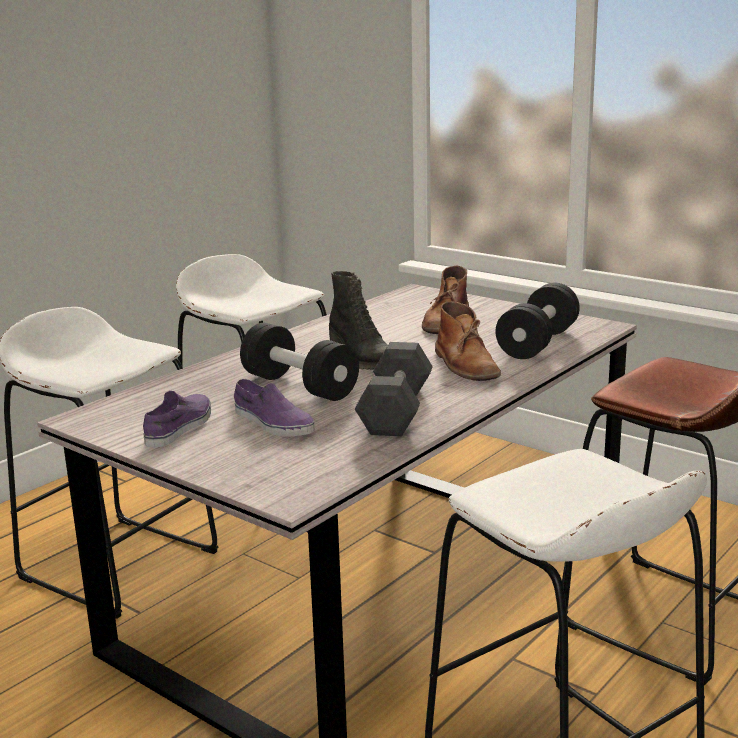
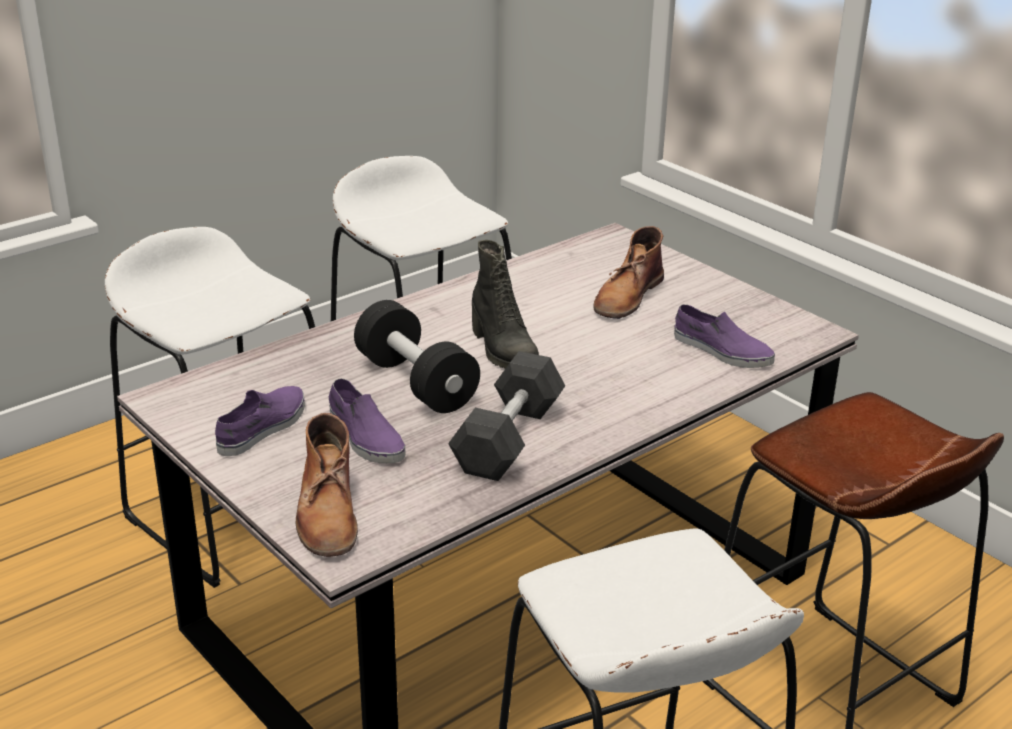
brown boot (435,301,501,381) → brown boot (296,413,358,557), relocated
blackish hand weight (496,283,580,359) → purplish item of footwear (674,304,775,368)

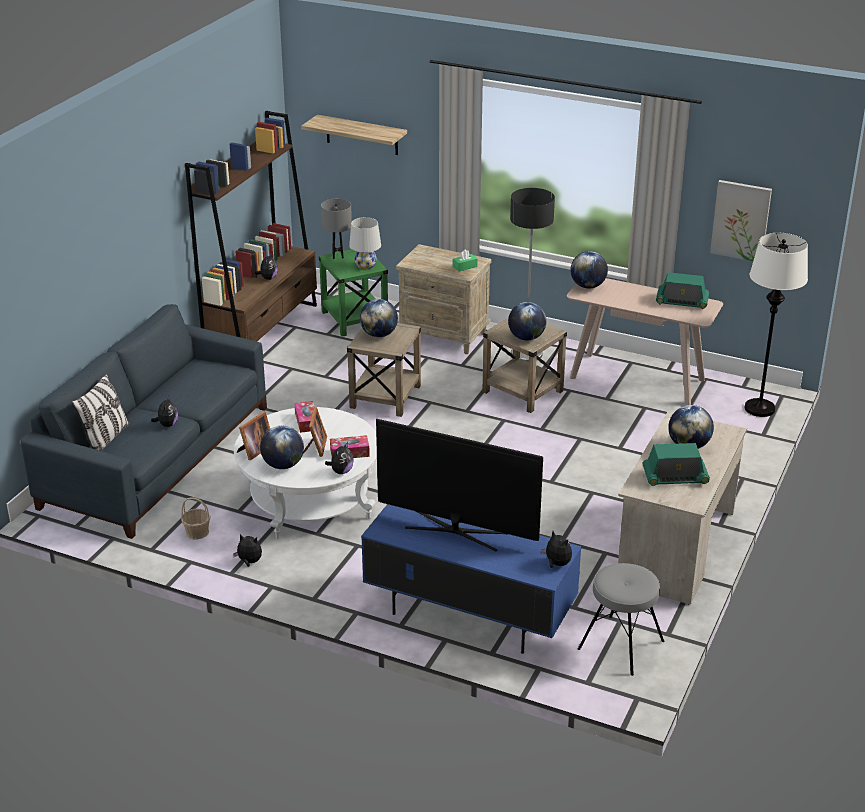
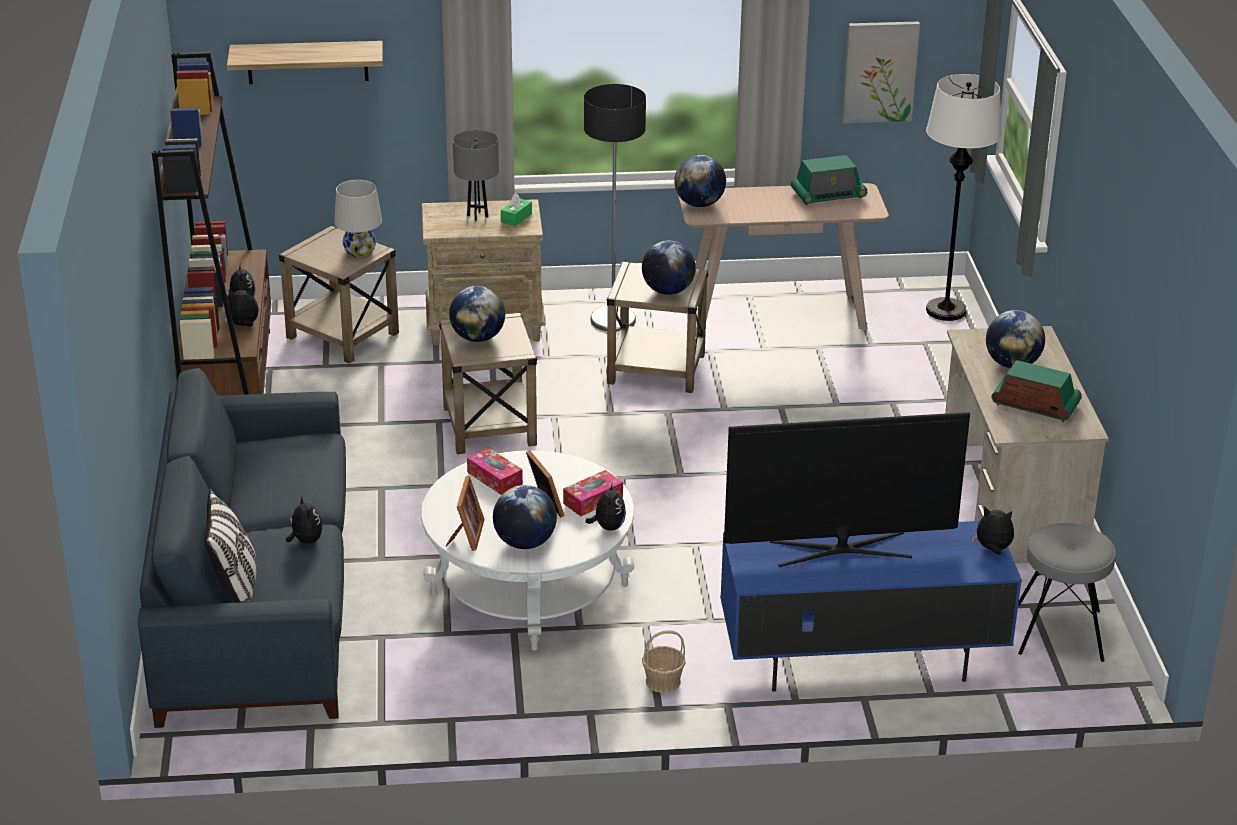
storage basket (181,497,211,540) → storage basket (642,630,686,693), relocated
cuddly toy (233,534,262,567) → cuddly toy (225,288,259,327), relocated
grey tabletop lamp (321,199,352,259) → grey tabletop lamp (453,130,499,221), relocated
green-coloured accent table (319,249,388,337) → beige accent table (279,226,399,363)
radio set (642,443,710,486) → radio set (992,360,1082,422), 120 degrees counterclockwise

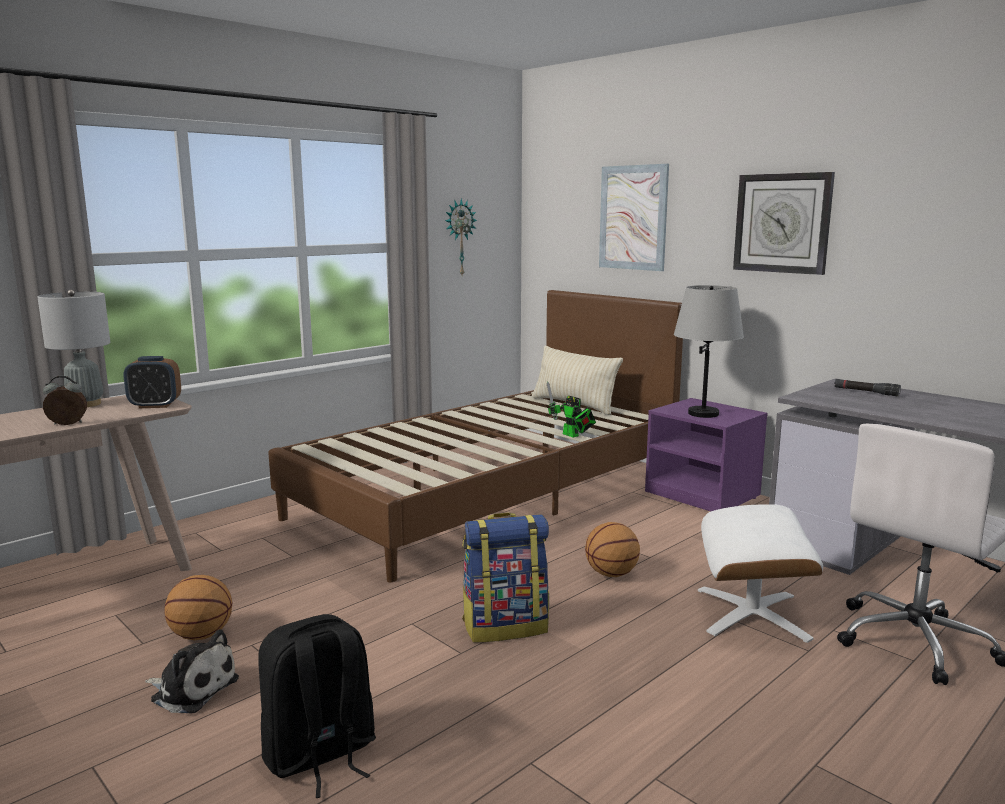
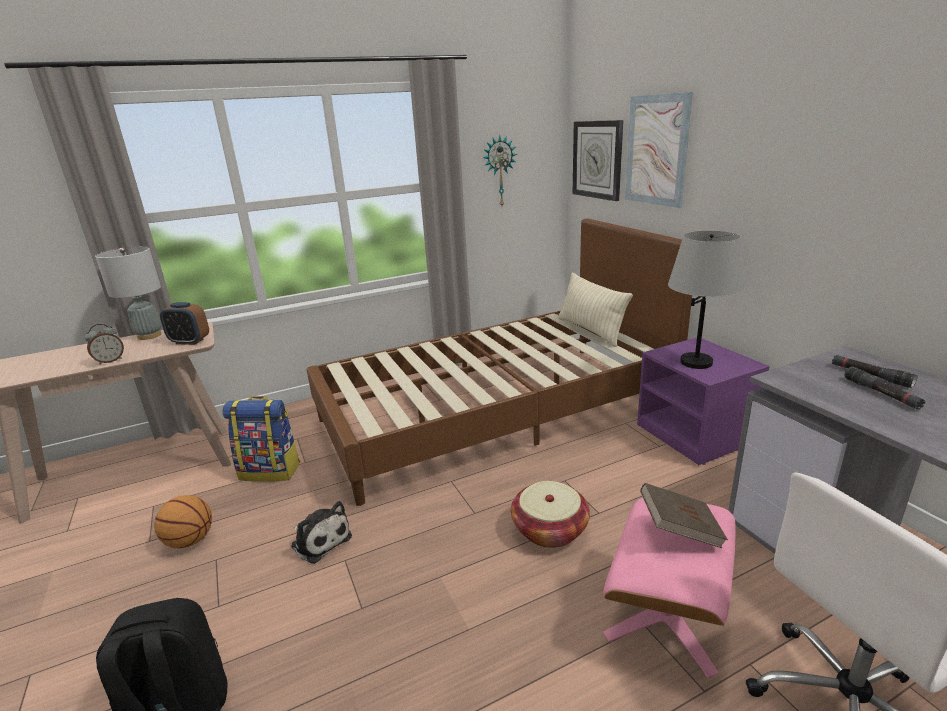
robot figure (547,381,596,438) → -
- → brown volume (640,483,728,548)
- → blackish flashlight (845,367,925,410)
cuddly toy (145,629,239,713) → cuddly toy (291,501,352,564), relocated
backpack (462,512,549,643) → backpack (222,396,300,482), relocated
clock on the wall (733,172,835,275) → clock on the wall (573,120,623,201), relocated
ball for basketball (585,522,640,577) → storage basket (511,481,590,548)
white footrest (698,504,823,643) → pinkish footrest (603,498,736,678)
alarm clock (43,376,87,425) → alarm clock (85,324,124,365), 135 degrees clockwise

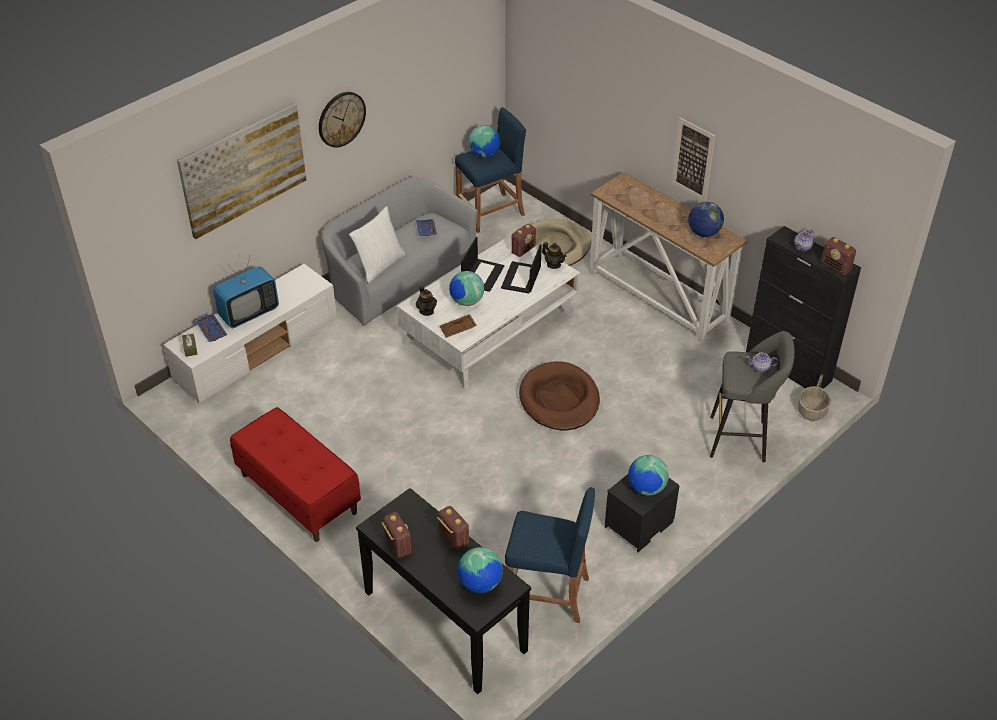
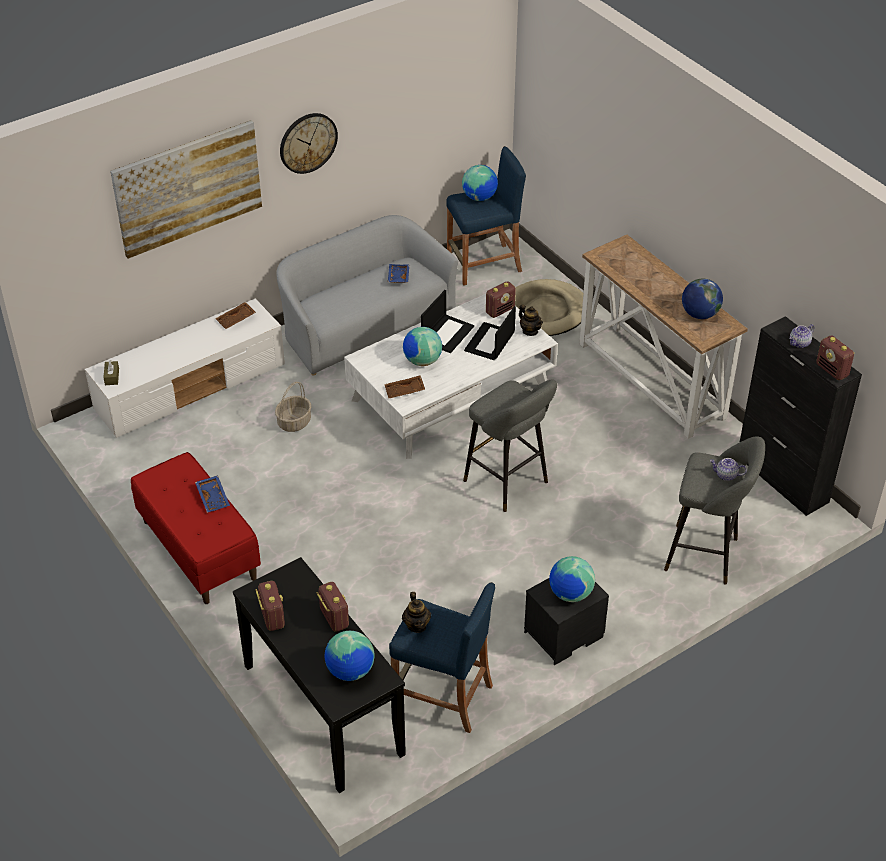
TV (213,256,279,328) → -
white cushion (349,206,405,283) → -
wall art (671,118,715,202) → -
- → brown tray (215,302,256,329)
bluish tray (195,313,227,342) → bluish tray (195,475,230,513), relocated
teapot (416,286,437,316) → teapot (402,592,431,633), relocated
storage basket (798,374,831,421) → storage basket (275,382,311,432), relocated
brown dog cushion (519,361,600,430) → grey stool (463,379,557,512)

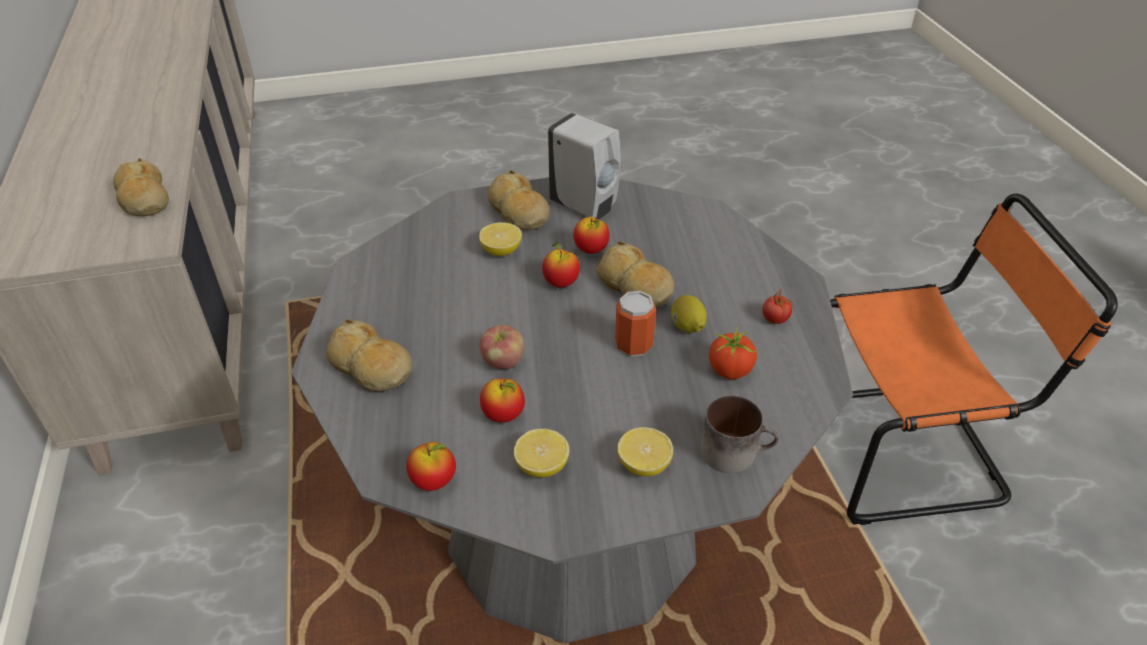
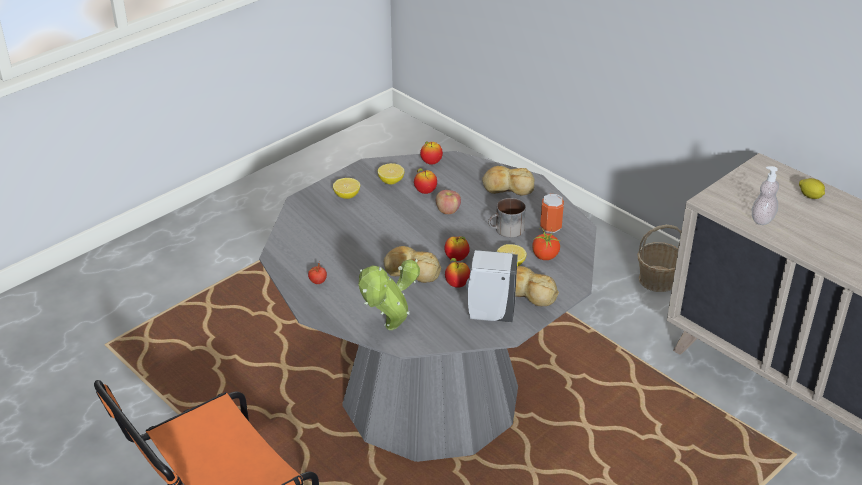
- → plant in a pot (359,258,420,330)
- → storage basket (637,225,681,292)
metal can (615,291,656,356) → metal can (540,194,564,233), relocated
lemon (671,295,707,333) → lemon (799,178,825,199), relocated
mug (701,395,779,473) → mug (488,198,526,238), relocated
tomato (709,327,759,379) → tomato (532,228,560,260), relocated
bakery bread (113,158,169,217) → soap bottle (752,166,779,225)

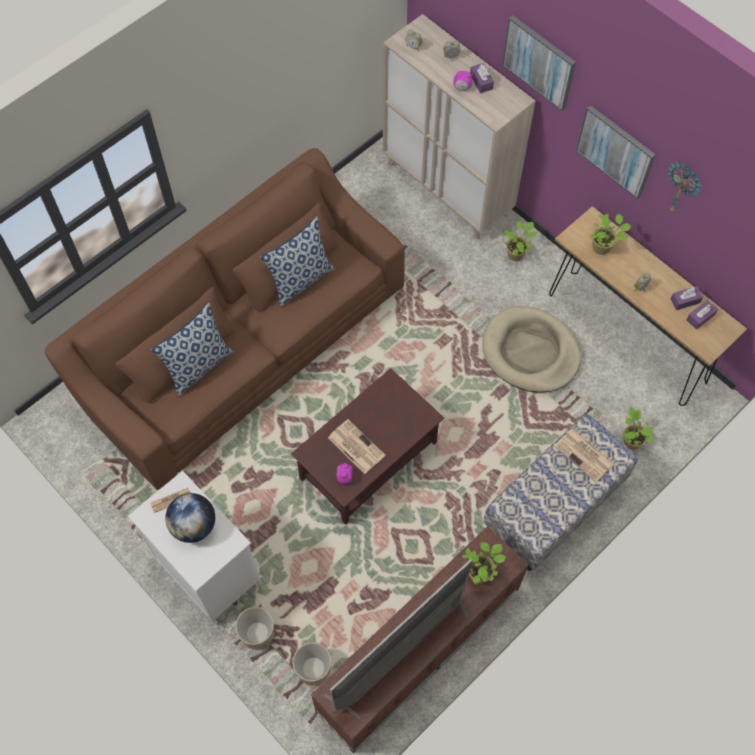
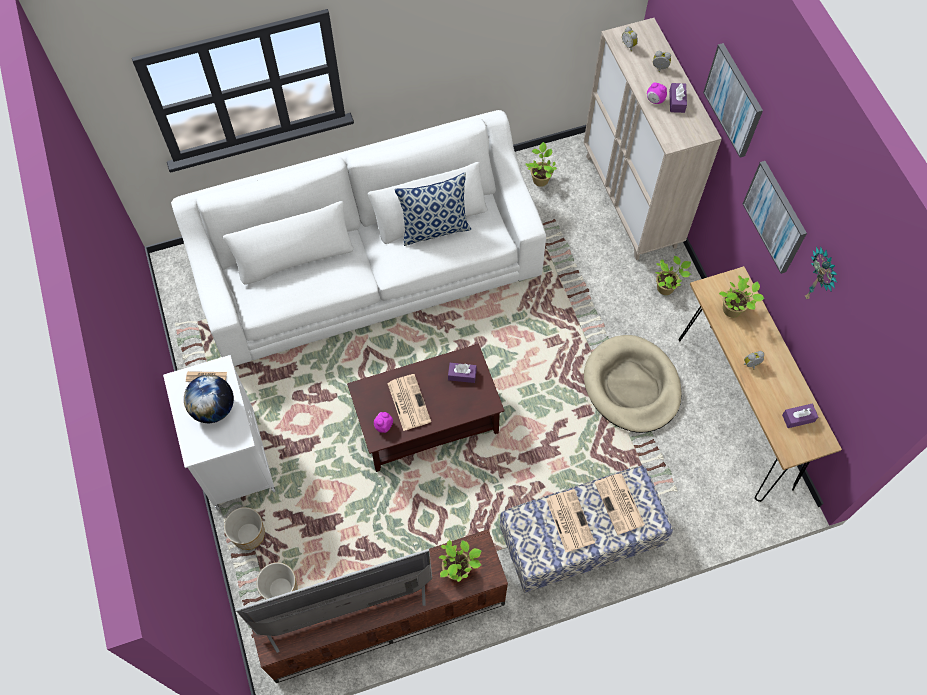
cushion (151,302,233,396) → -
- → daily paper (546,489,595,552)
plant in a pot (622,407,654,450) → plant in a pot (526,142,557,187), relocated
purplish tissue holder (671,286,703,310) → purplish tissue holder (448,363,477,383), relocated
brown couch (45,148,405,490) → white couch (171,110,546,366)

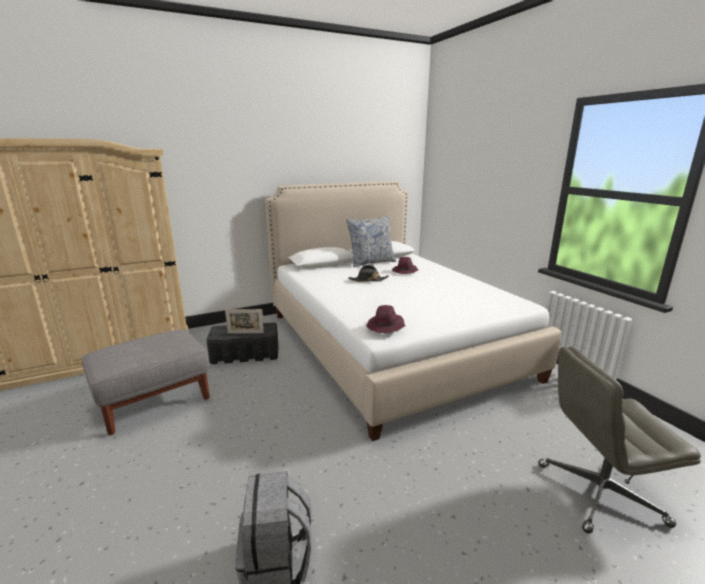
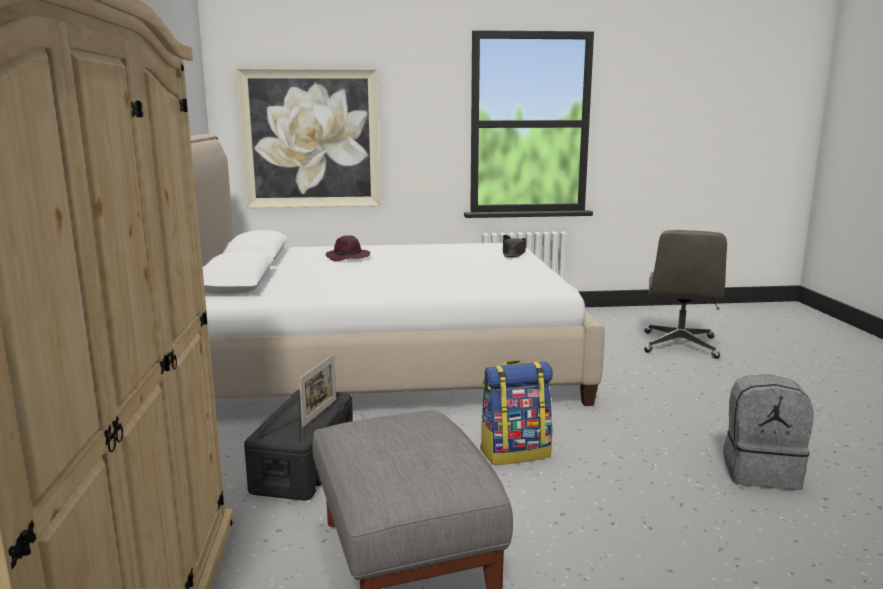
cushion (346,215,396,267) → -
purplish wearable hat (366,305,405,333) → -
- → wall art (236,68,381,208)
- → backpack (480,360,553,465)
blackish wearable hat (348,265,389,282) → blackish wearable hat (503,235,526,258), relocated

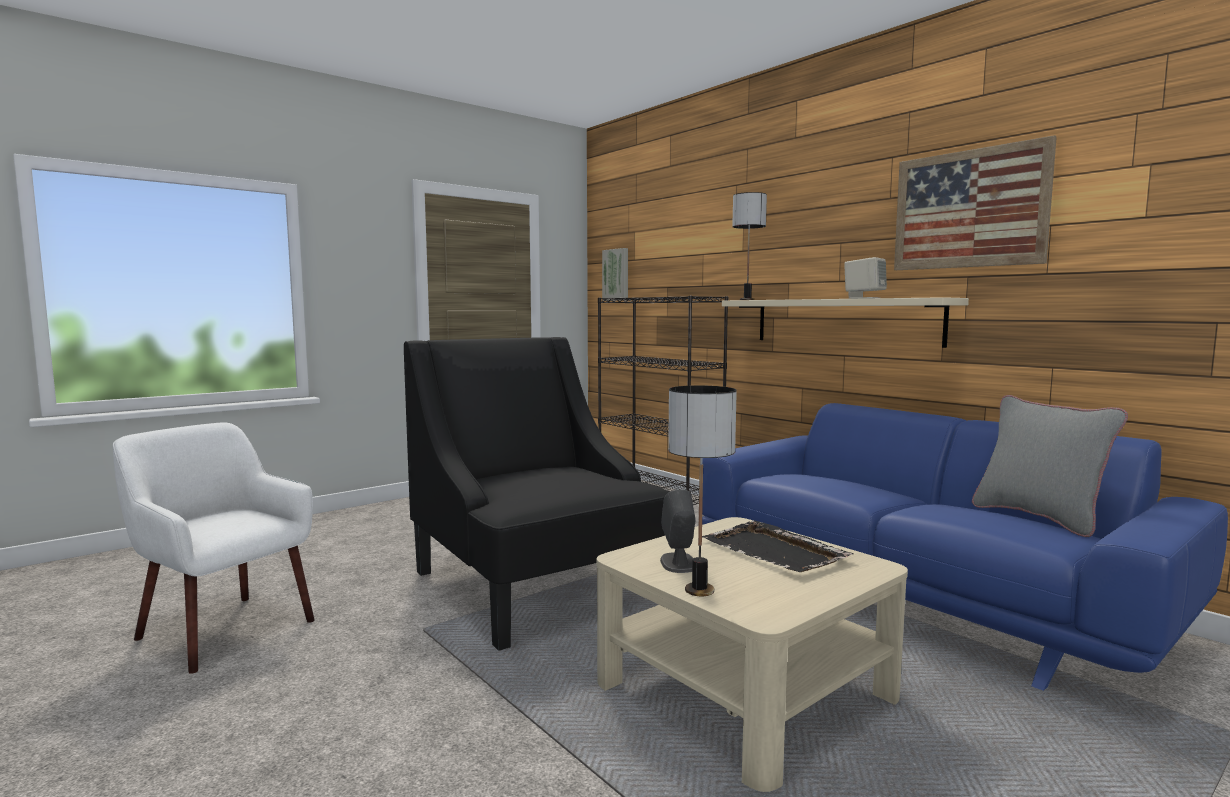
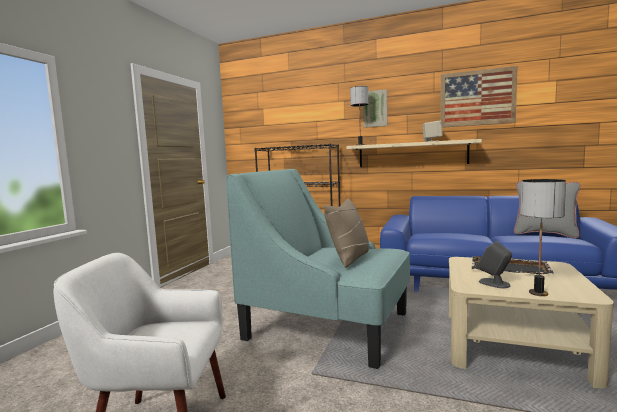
- → beige cushion (324,198,370,268)
wall art (602,248,628,301) → wall art (363,89,388,128), relocated
blackish lounge chair (404,337,669,651) → turquoise-coloured lounge chair (226,169,410,369)

